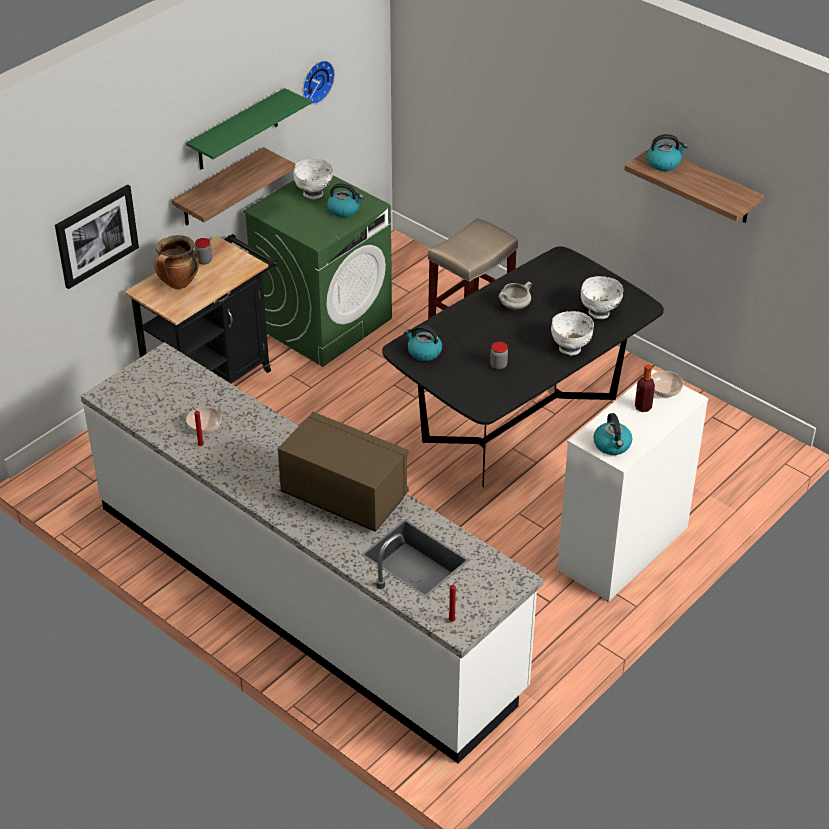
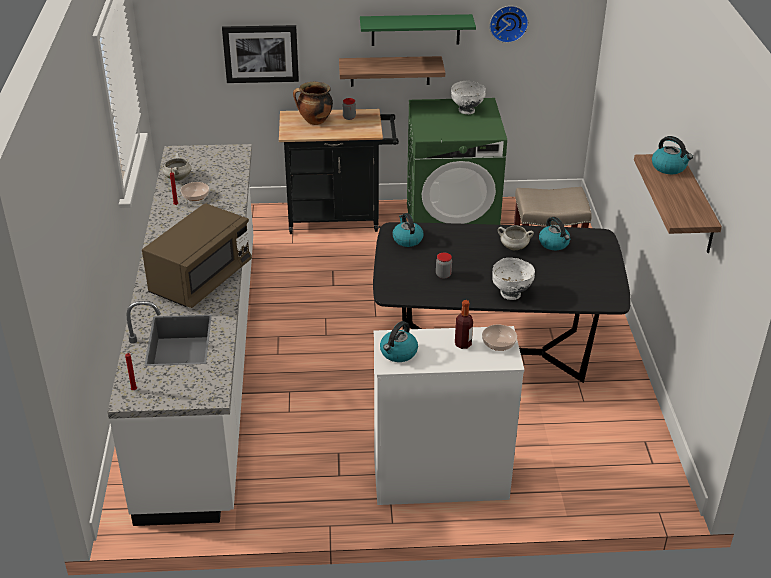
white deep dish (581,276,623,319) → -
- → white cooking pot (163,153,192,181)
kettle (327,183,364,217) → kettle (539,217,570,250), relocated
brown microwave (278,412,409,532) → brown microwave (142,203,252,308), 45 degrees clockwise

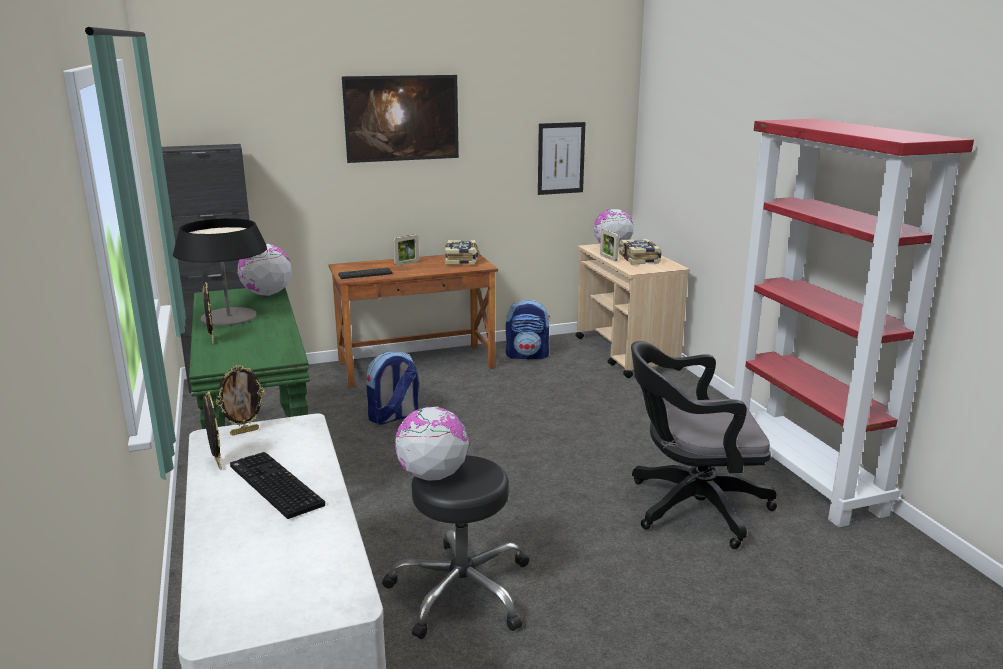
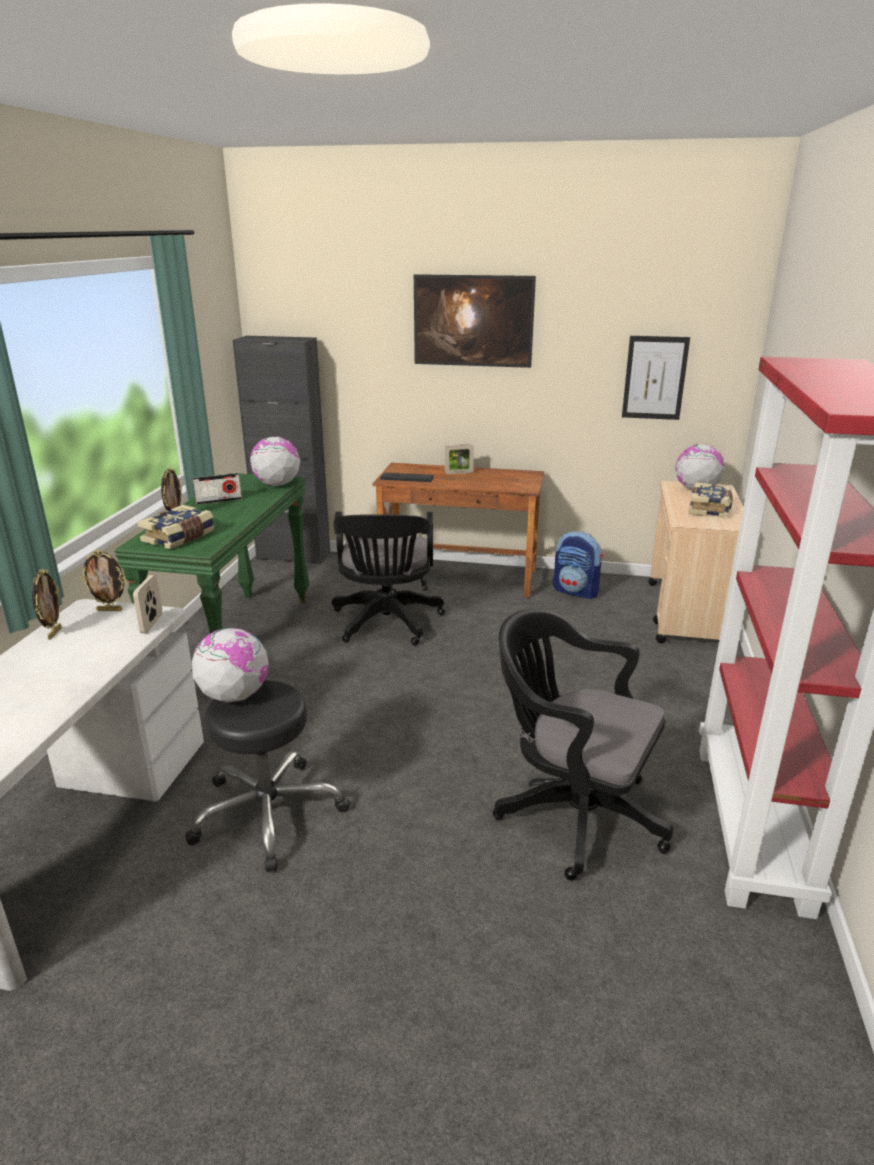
computer keyboard (230,452,325,519) → -
volume (445,240,479,265) → volume (138,505,215,549), relocated
photo frame (600,229,619,261) → photo frame (133,575,162,633), relocated
tabletop lamp (173,218,267,326) → radio set (192,473,242,505)
backpack (366,351,419,425) → blackish office chair (332,512,445,645)

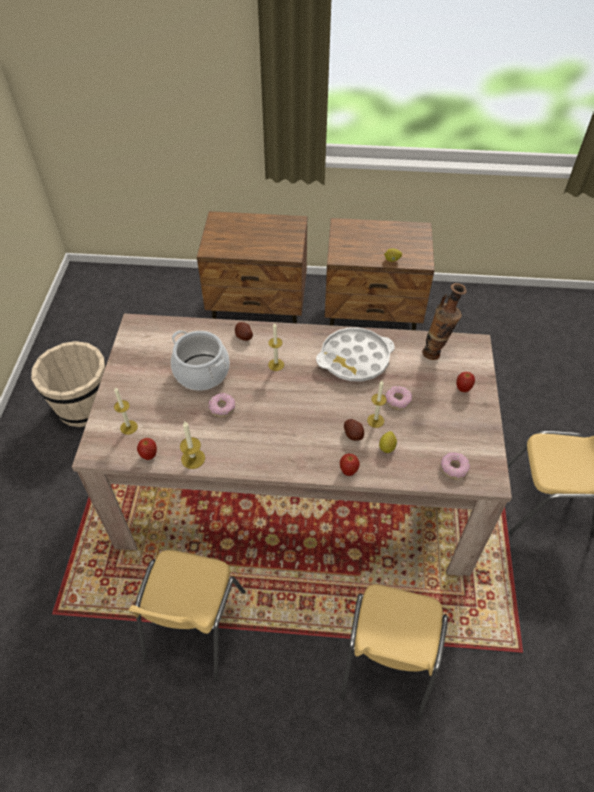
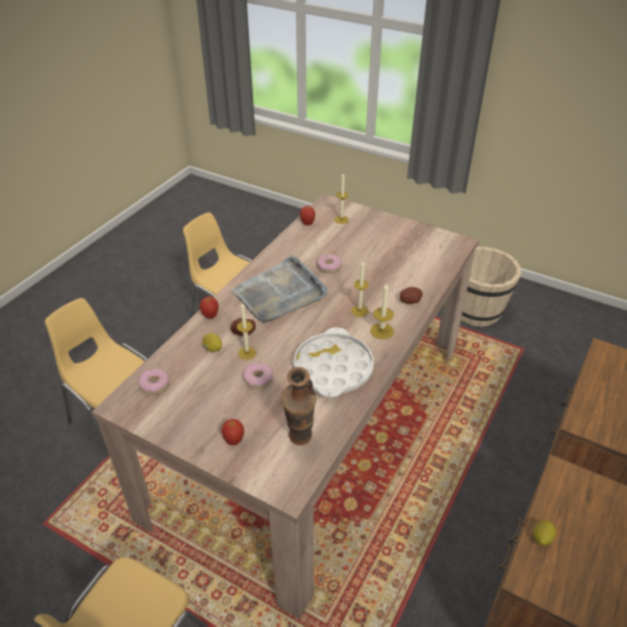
cooking pot (171,330,230,390) → -
- → grey tray (231,255,328,323)
wax candle (180,421,205,469) → wax candle (370,283,394,339), relocated

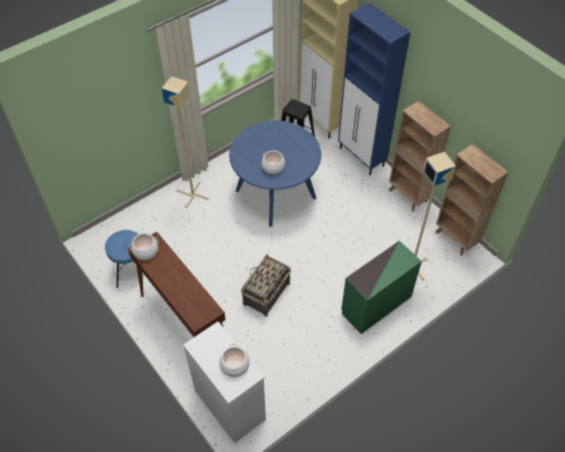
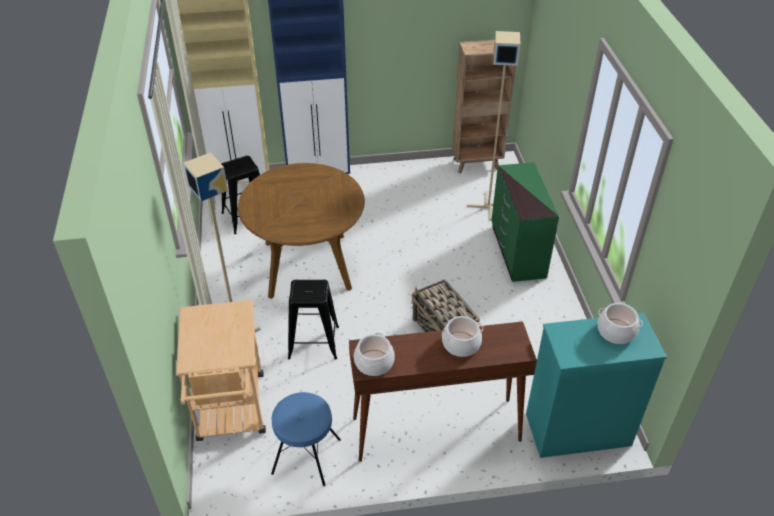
brown bookshelf (389,101,451,211) → -
- → beige wheeled cart (176,300,266,441)
- → blackish stool (288,280,339,359)
cooking pot (262,150,285,174) → cooking pot (442,316,483,357), relocated
white drawer chest (183,322,266,443) → turquoise-coloured drawer chest (526,313,667,458)
bluish dining table (229,120,321,227) → brown dining table (238,163,365,299)

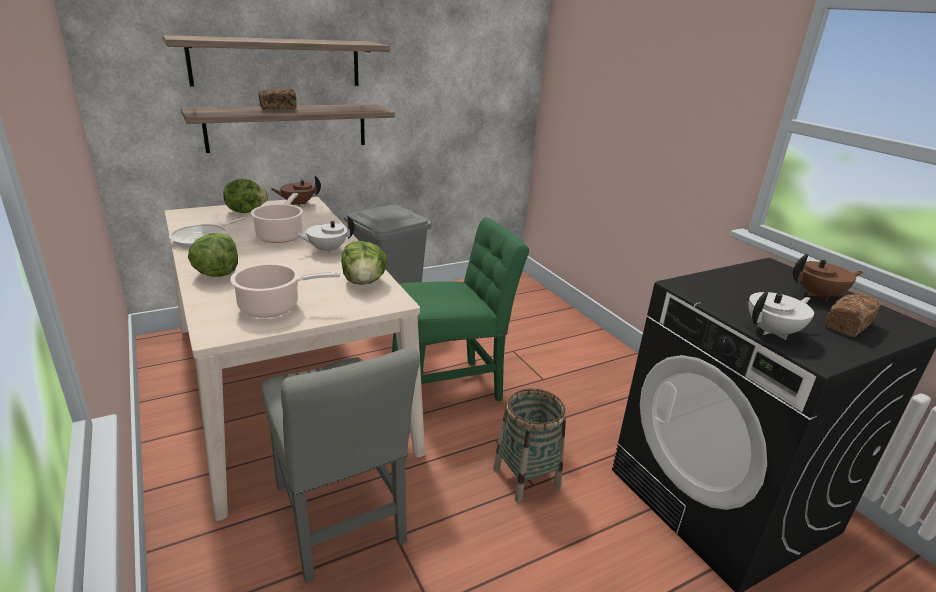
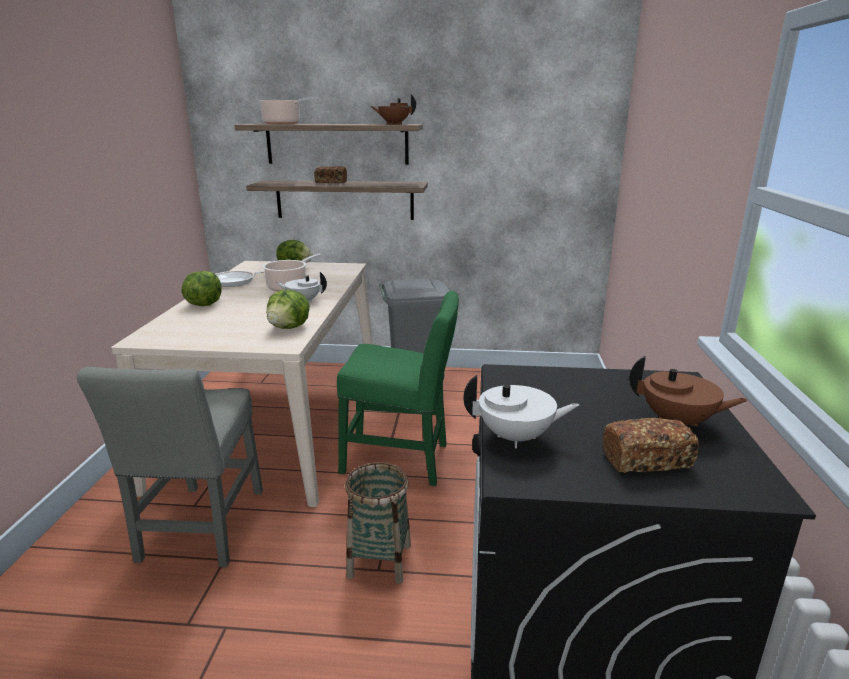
cooking pot (230,263,340,318) → cooking pot (258,97,319,124), relocated
brown teapot (270,175,321,207) → brown teapot (371,94,416,124), relocated

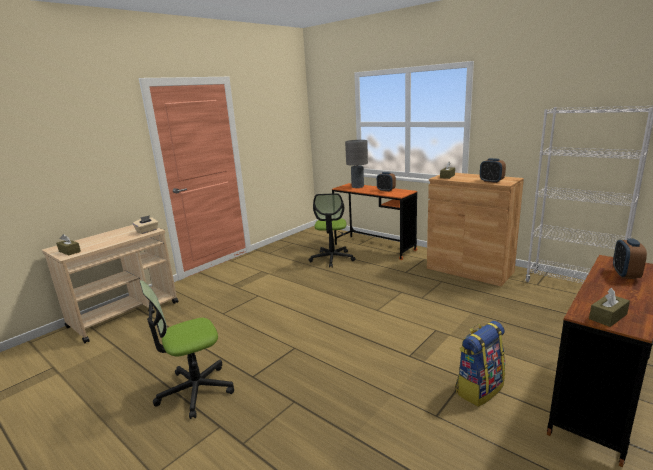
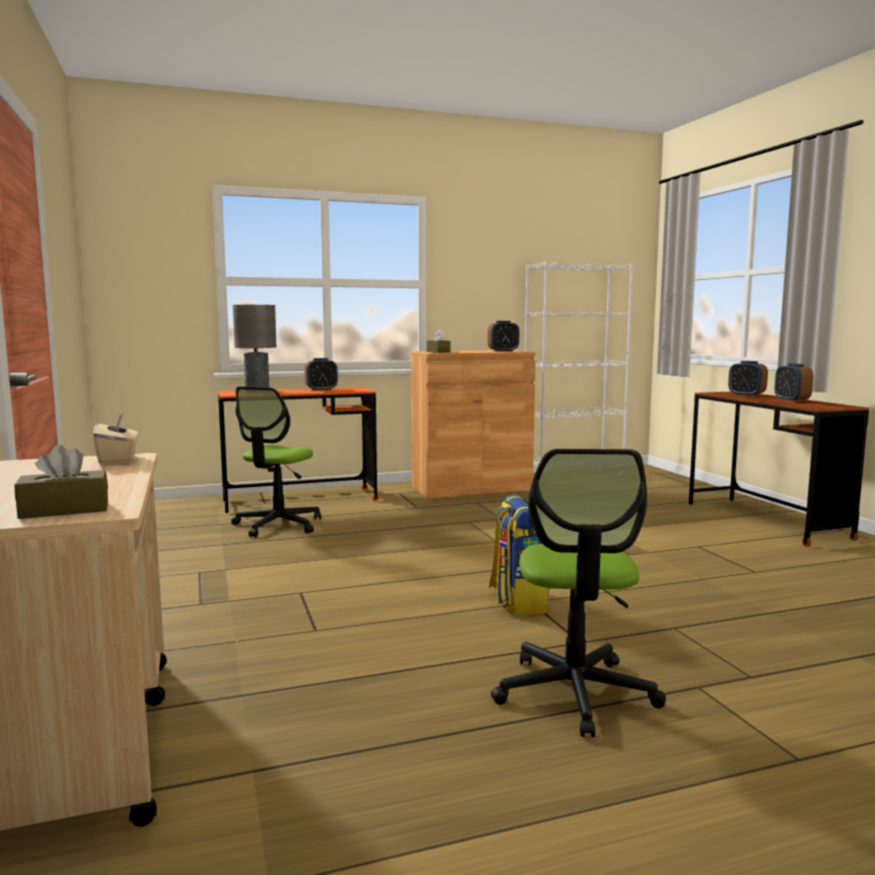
brown tissue holder (589,288,630,327) → -
- → alarm clock (775,363,813,402)
backpack (455,321,505,407) → backpack (489,494,550,615), relocated
office chair (309,193,356,268) → office chair (231,386,321,537), 75 degrees clockwise

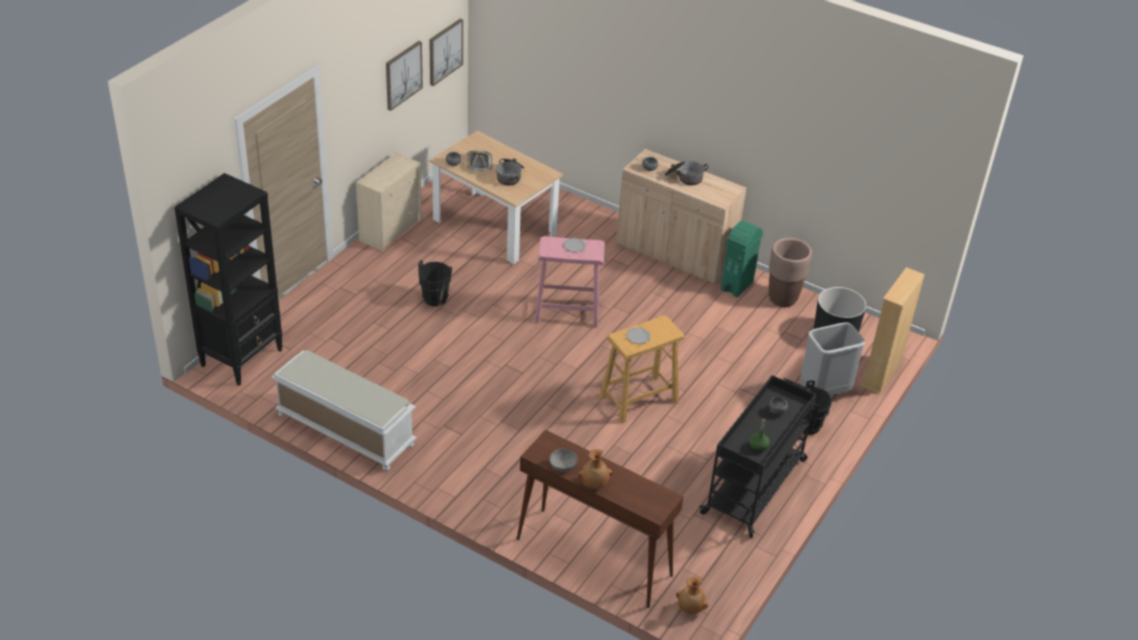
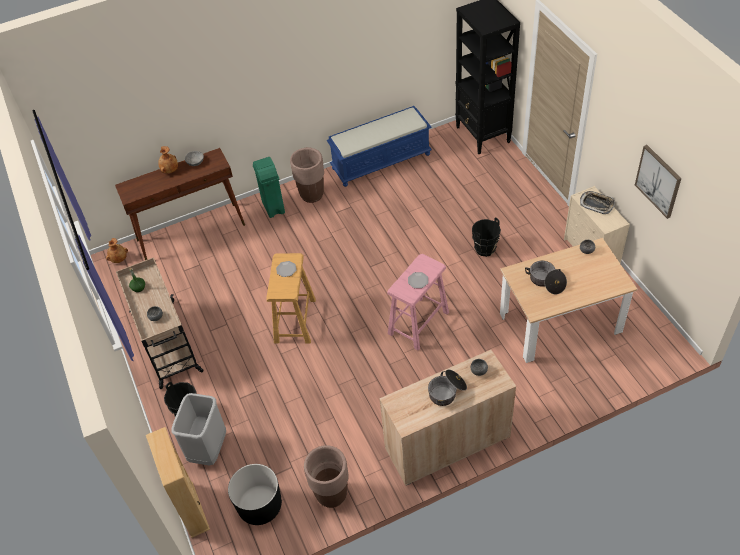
wall art (429,19,463,86) → -
- → brown planter (290,148,324,203)
tray (466,151,492,172) → tray (580,191,615,214), relocated
green-coloured trash can (721,220,763,297) → green-coloured trash can (253,157,285,218), relocated
white indoor bench (272,350,417,471) → bluish indoor bench (327,106,432,187)
blackish wheeled cart (699,375,816,538) → beige wheeled cart (116,257,204,389)

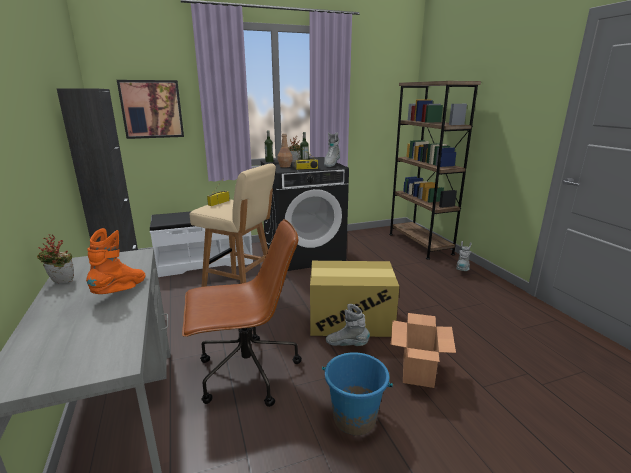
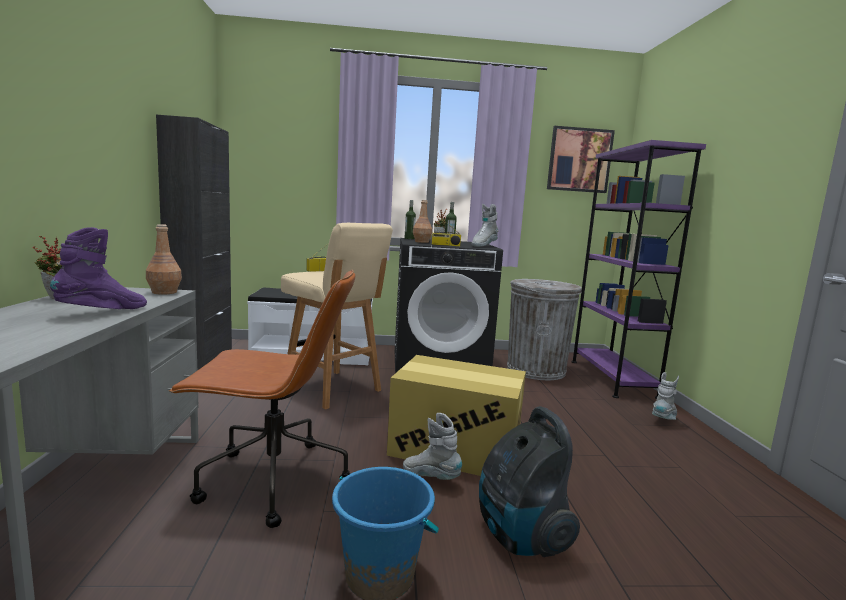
- → brown beverage bottle (146,224,182,295)
- → grey trash can (507,279,582,380)
wall art (117,80,184,139) → wall art (547,126,615,193), relocated
packing box (391,313,456,388) → hoover (479,406,580,557)
orange boot (86,228,146,294) → purplish boot (50,227,147,309)
brown bookshelf (389,81,481,260) → purplish bookshelf (571,140,706,399)

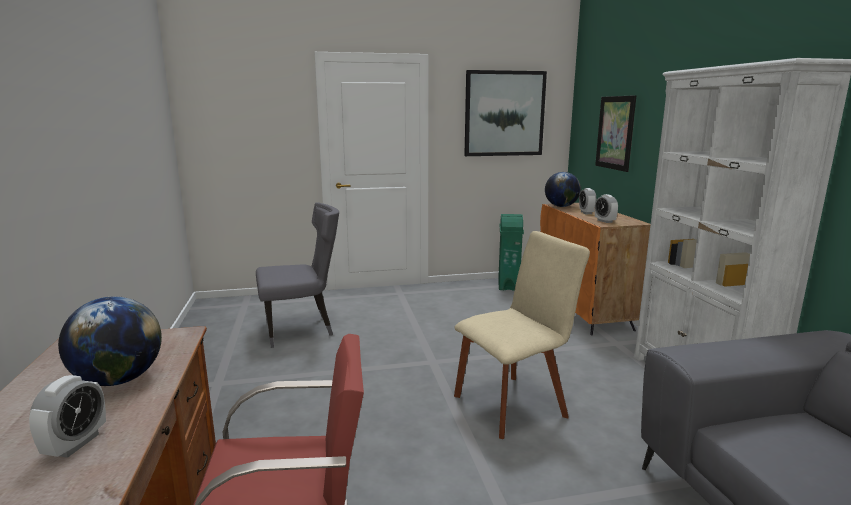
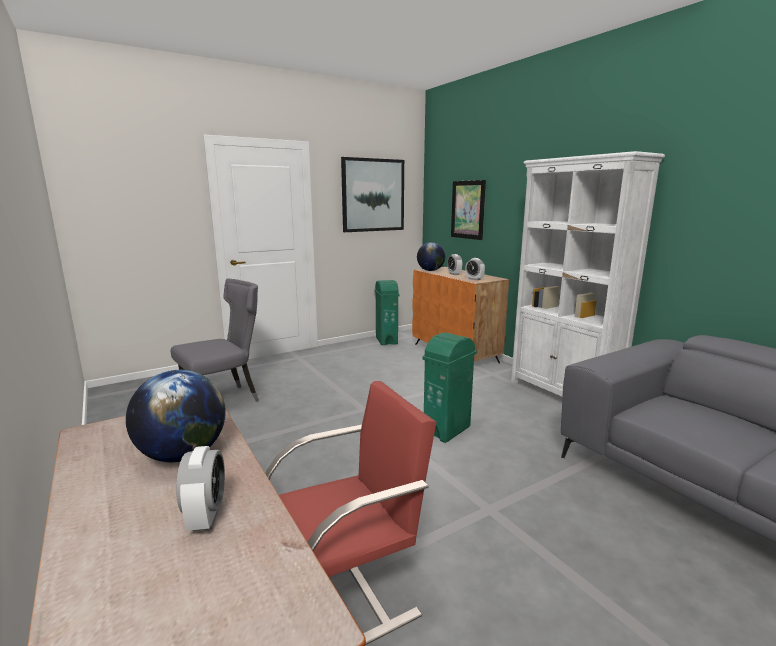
beige chair (454,231,590,439) → green-coloured trash can (422,332,477,443)

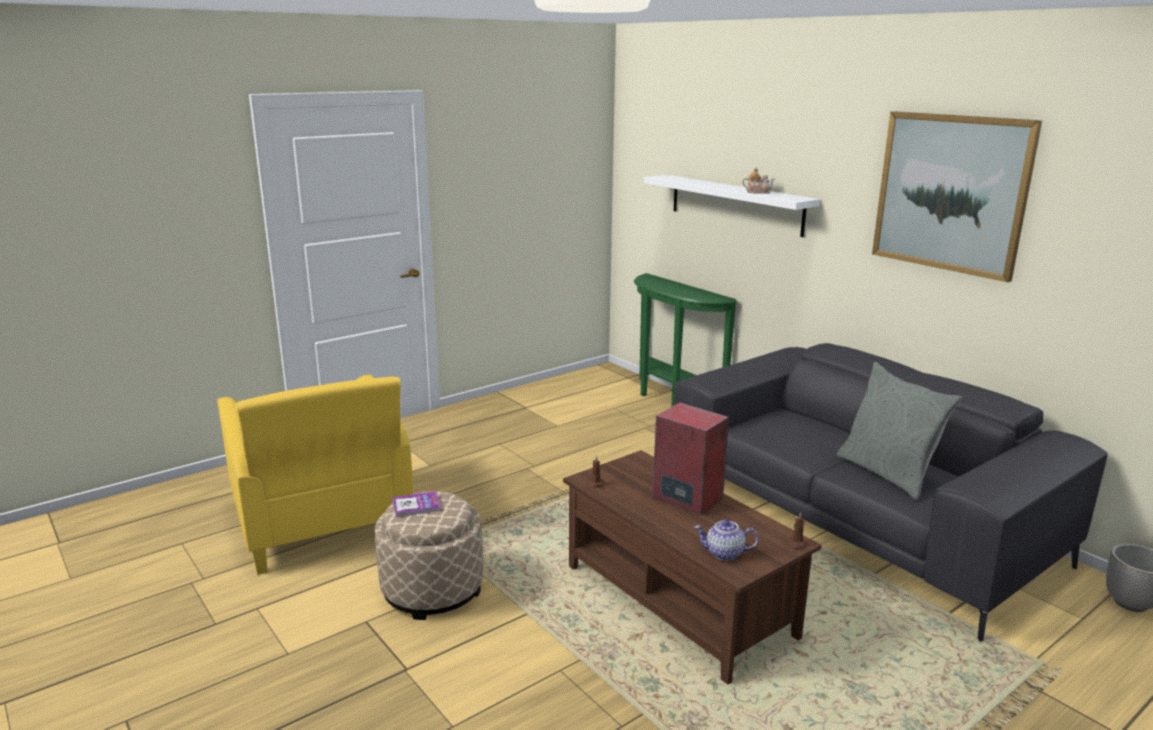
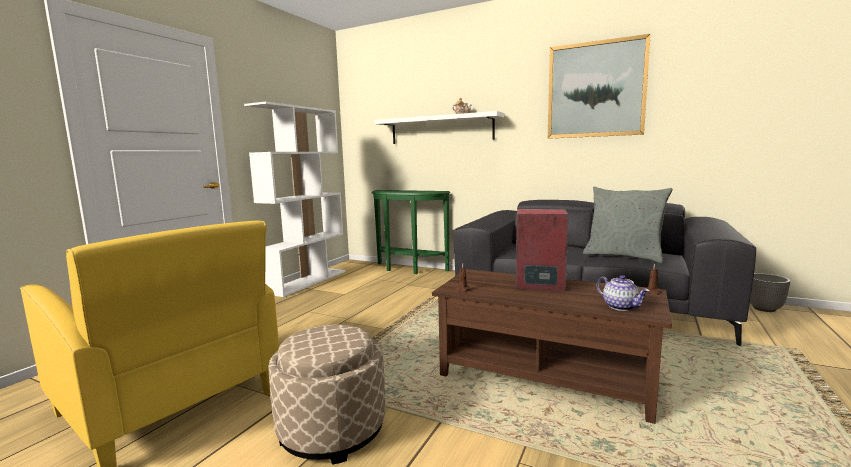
volume (392,491,441,517) → -
- → white bookshelf (244,102,346,297)
teapot (694,520,759,561) → teapot (597,275,649,311), 105 degrees counterclockwise

